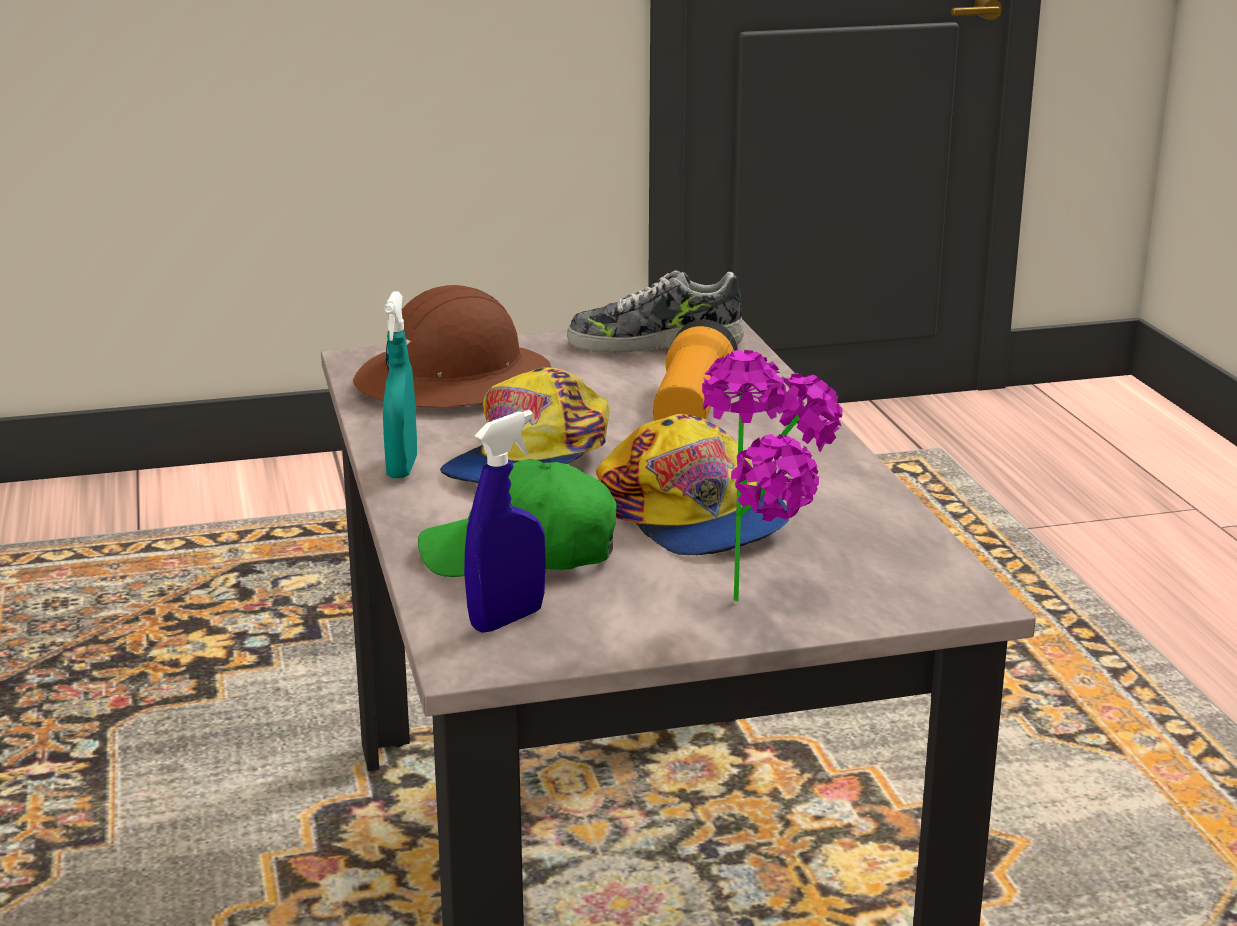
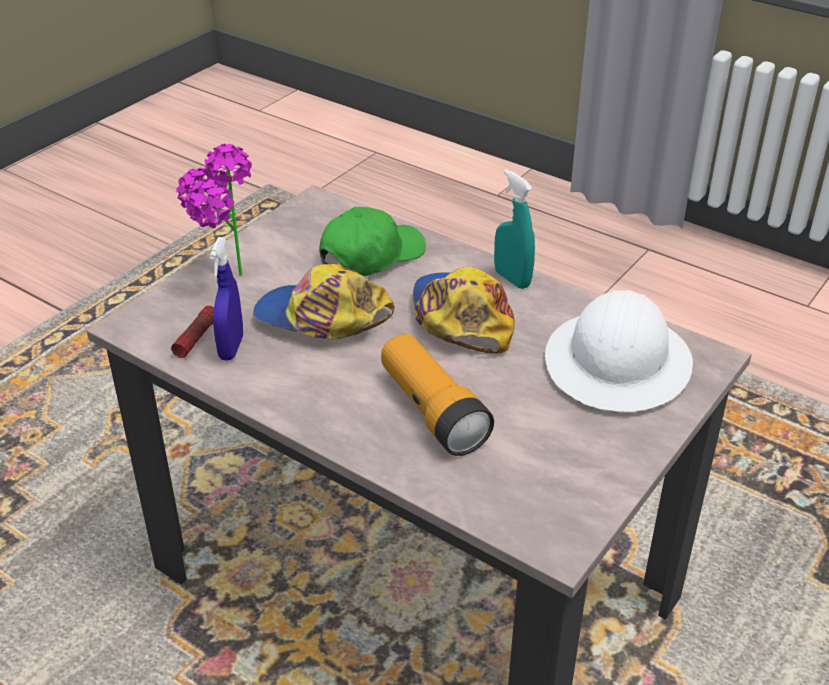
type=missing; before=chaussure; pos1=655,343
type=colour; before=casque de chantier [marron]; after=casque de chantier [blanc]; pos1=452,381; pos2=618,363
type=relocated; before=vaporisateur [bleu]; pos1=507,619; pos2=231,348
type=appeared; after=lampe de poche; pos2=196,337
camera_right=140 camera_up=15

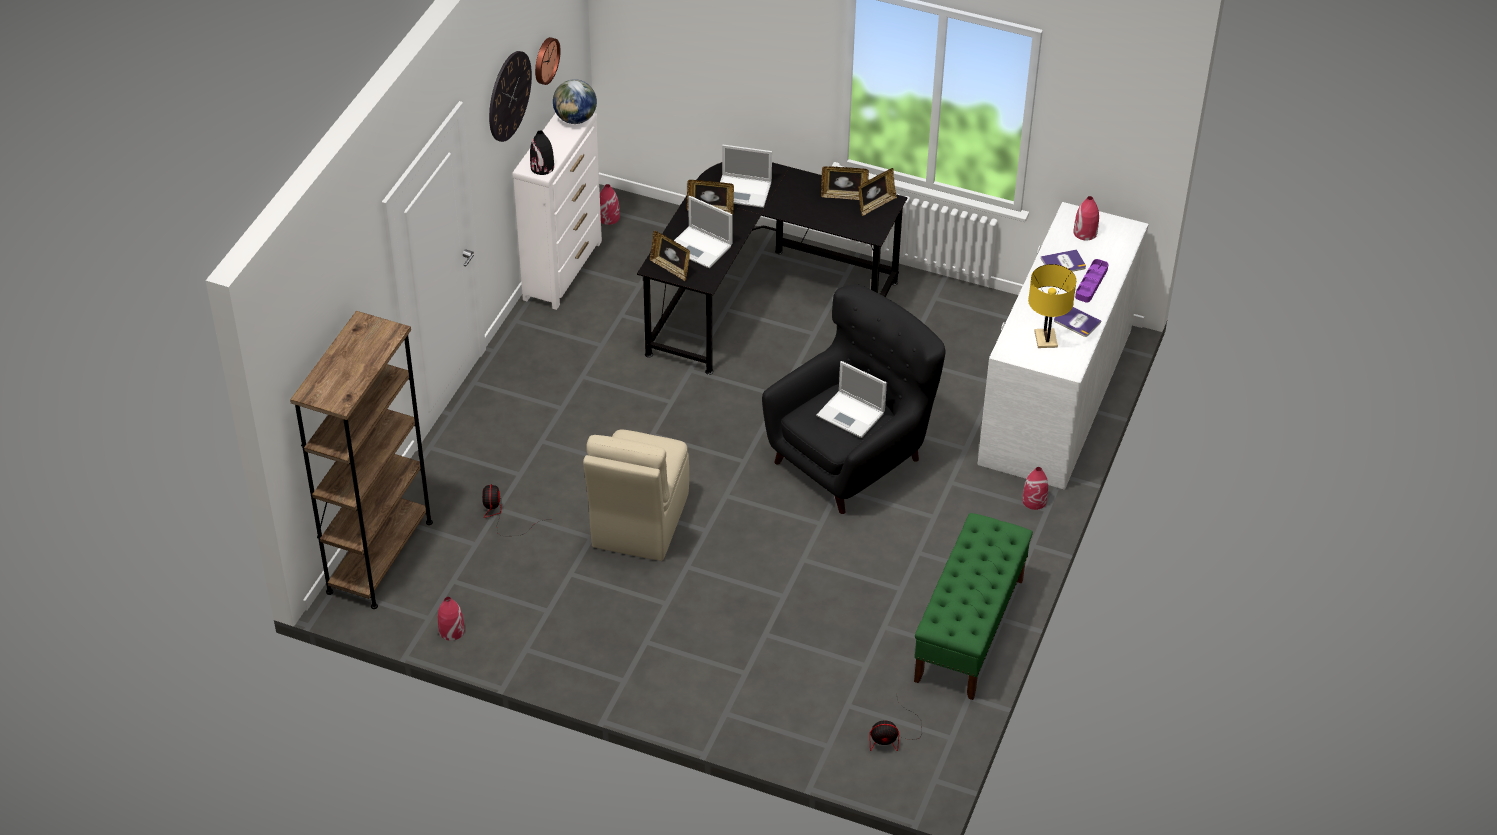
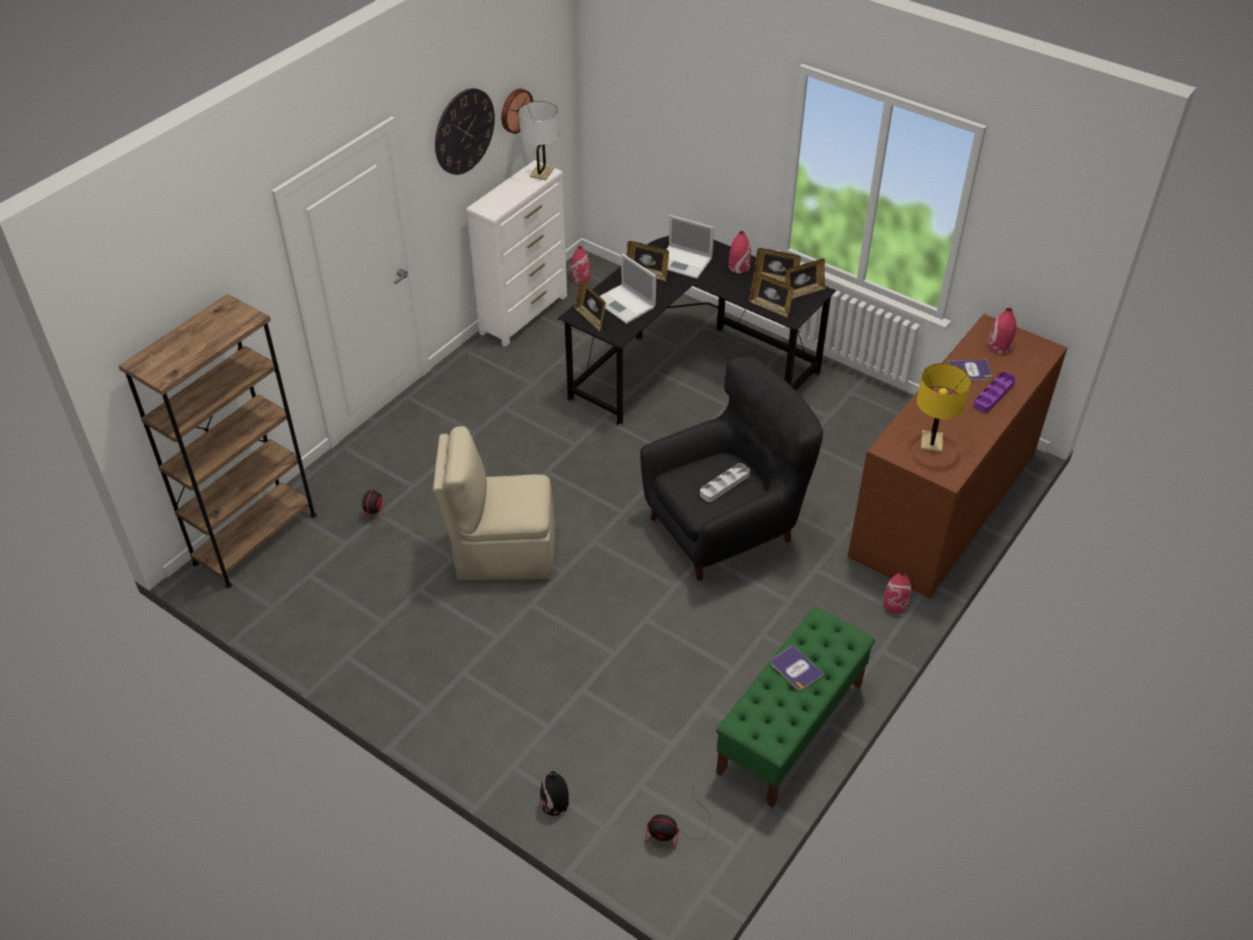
type=exchanged; before=globe; after=lampe de table [blanc]; pos1=575,119; pos2=542,173
type=relocated; before=vase [noir]; pos1=542,168; pos2=555,803
type=colour; before=commode [blanc]; after=commode [marron]; pos1=1055,396; pos2=944,503
type=relocated; before=livre; pos1=1076,321; pos2=795,669
type=exchanged; before=ordinateur portable; after=plateau [gris]; pos1=851,415; pos2=724,485
type=spun; before=chaise [beige]; pos1=639,522; pos2=502,552; turn=60
type=relocated; before=vase [rouge]; pos1=451,631; pos2=738,267
type=appeared; after=cadre photo; pos2=770,307
camera_right=15 camera_up=0

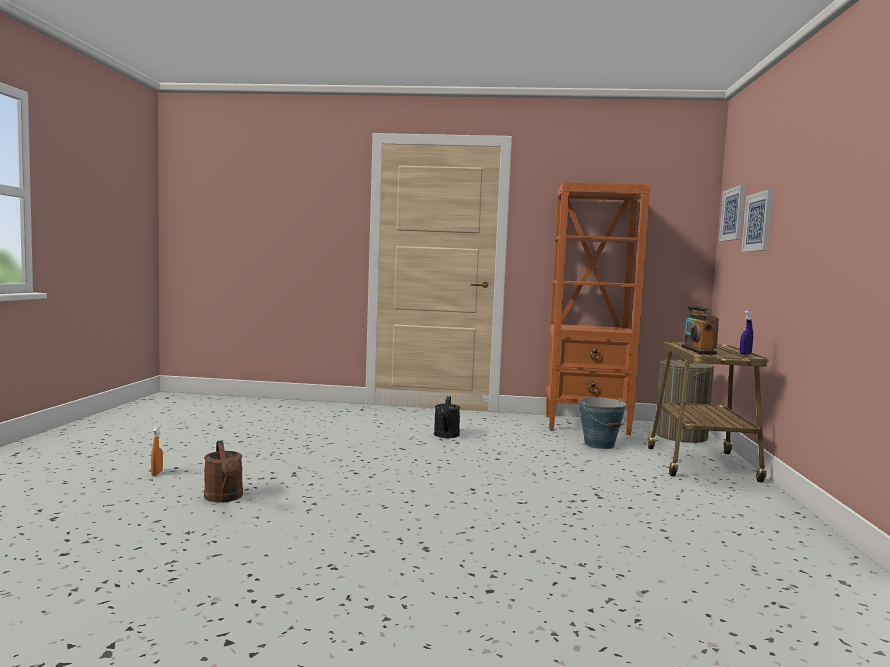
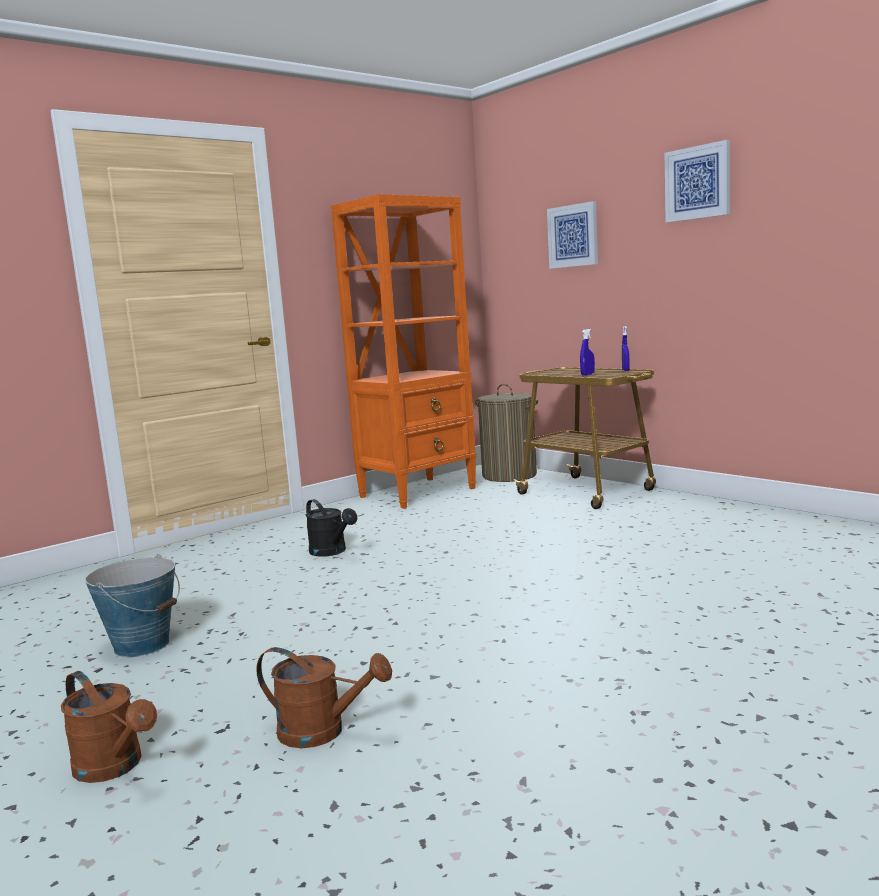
type=relocated; before=tableau; pos1=733,214; pos2=697,183
type=exchanged; before=radio; after=vaporisateur [bleu]; pos1=698,350; pos2=587,374
type=relocated; before=seau; pos1=599,445; pos2=142,645
type=exchanged; before=vaporisateur [orange]; after=arrosoir [marron]; pos1=157,473; pos2=115,767
camera_right=-45 camera_up=5

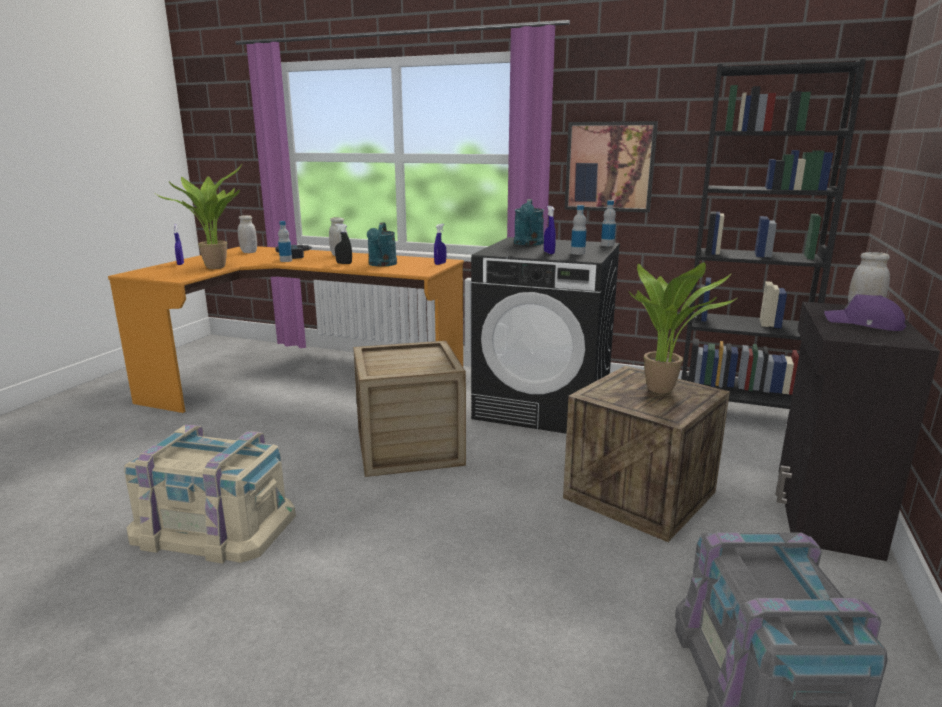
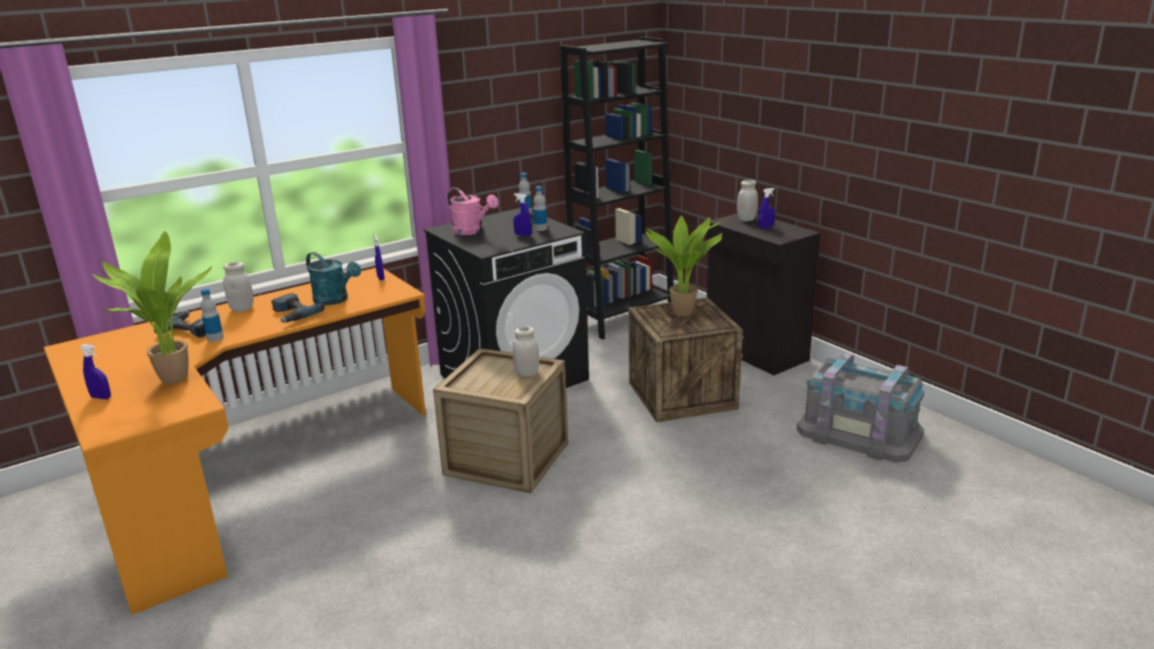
type=missing; before=tableau; pos1=609,167
type=colour; before=arrosoir [turquoise]; after=arrosoir [rose]; pos1=528,244; pos2=472,231
type=relocated; before=bocal [blanc]; pos1=249,252; pos2=527,373
type=exchanged; before=vaporisateur [noir]; after=perceuse; pos1=344,263; pos2=292,314
type=exchanged; before=casquette [violet]; after=vaporisateur [bleu]; pos1=864,324; pos2=766,227
type=missing; before=boîte de rangement [beige]; pos1=215,525
camera_right=-55 camera_up=5

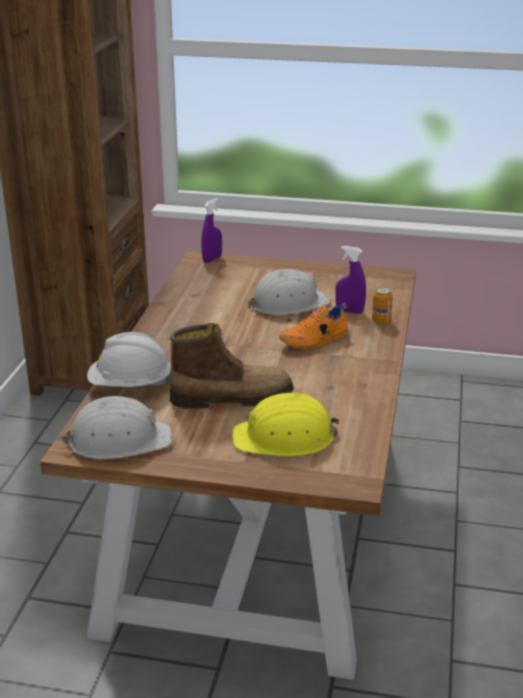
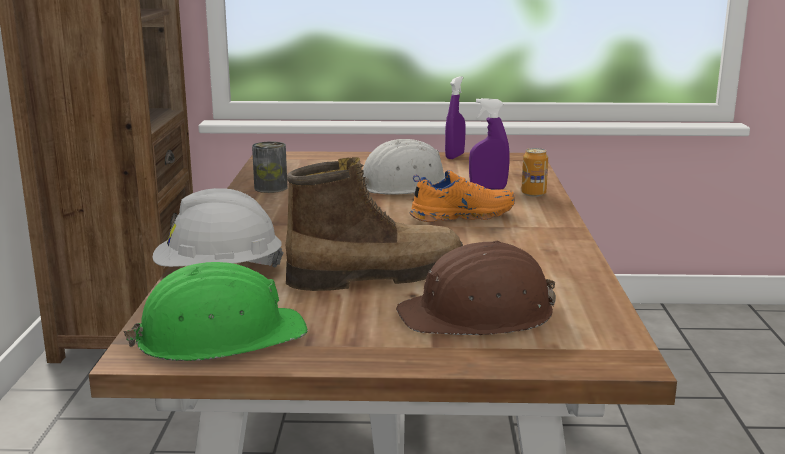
type=relocated; before=vaporisateur [violet]; pos1=212,259; pos2=454,156
type=spun; before=chaussure [orange]; pos1=315,341; pos2=461,216; turn=-150
type=colour; before=casque de chantier [jaune]; after=casque de chantier [marron]; pos1=284,438; pos2=479,314
type=colour; before=casque de chantier [blanc]; after=casque de chantier [vert]; pos1=119,440; pos2=220,336
type=appeared; after=boîte métallique; pos2=270,188
camera_right=-10 camera_up=-10

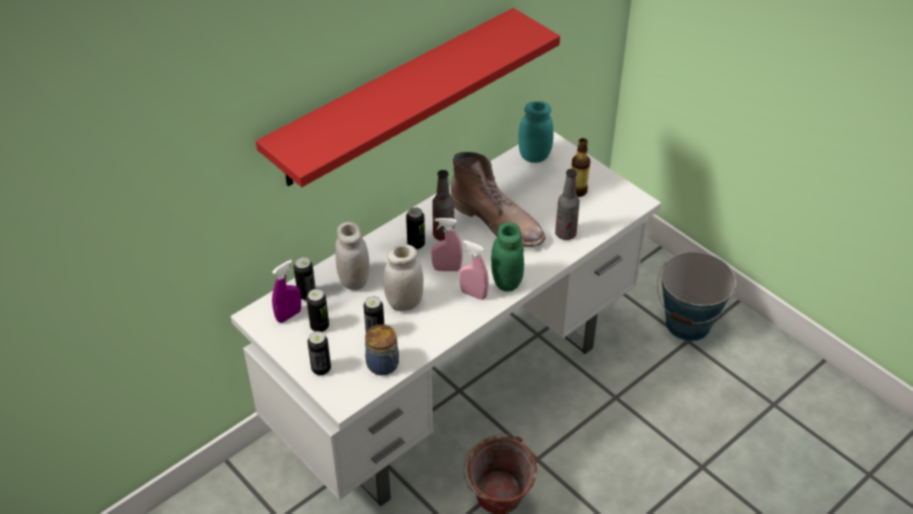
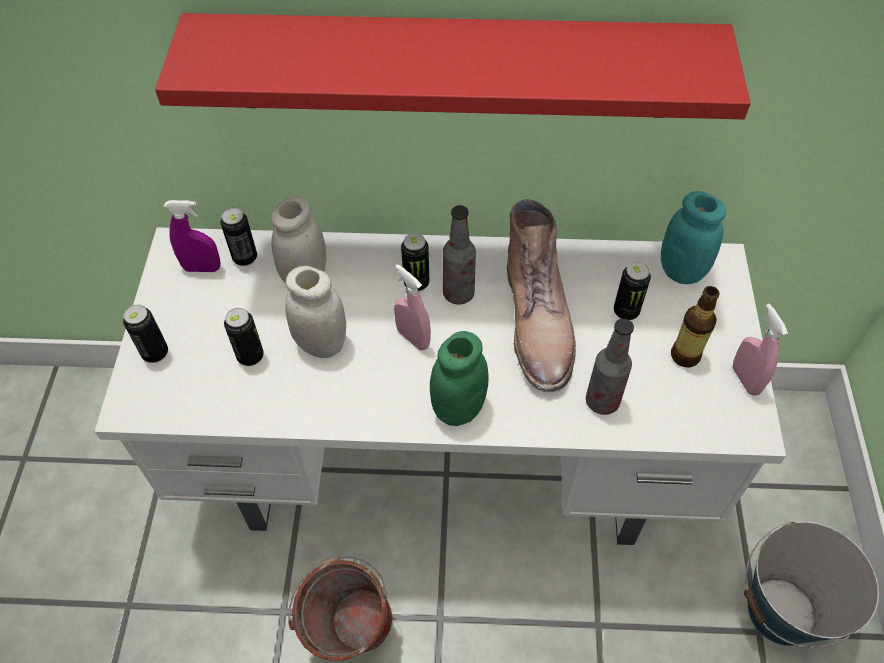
type=relocated; before=vaporisateur [rose]; pos1=473,294; pos2=745,380
type=relocated; before=boîte métallique; pos1=319,326; pos2=626,311
type=missing; before=bocal; pos1=384,365
camera_right=45 camera_up=10

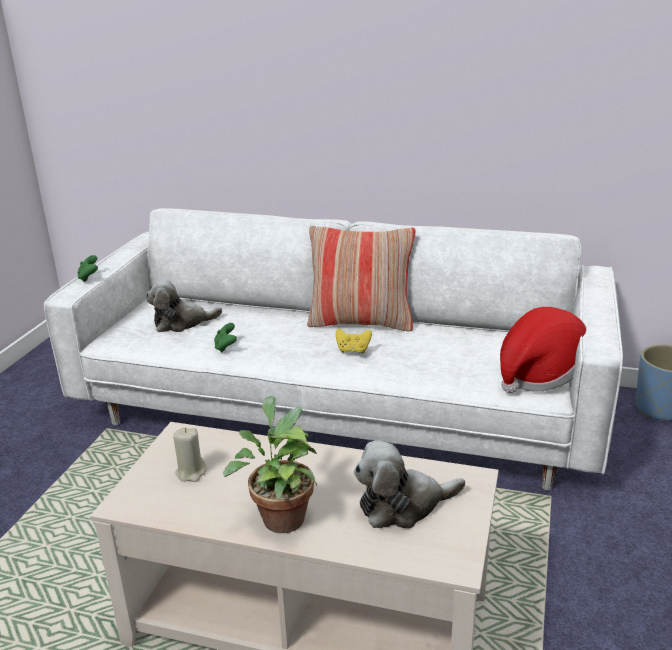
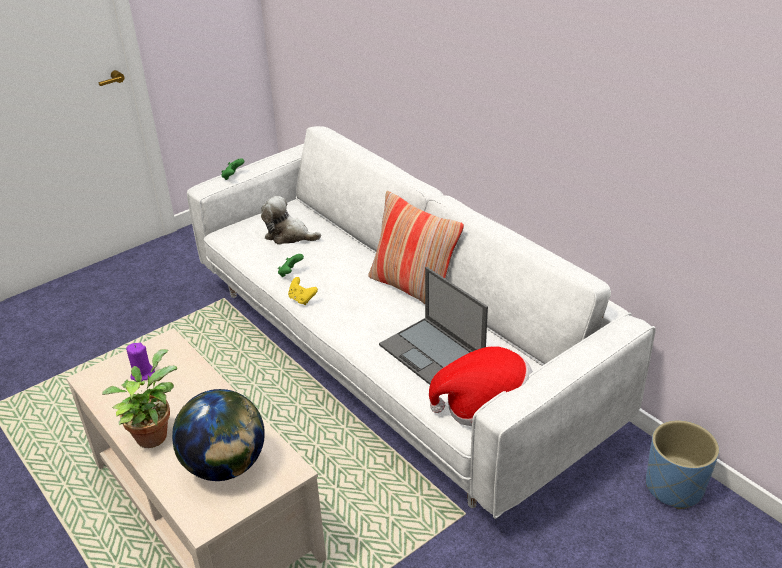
type=relocated; before=manette [jaune]; pos1=353,350; pos2=302,299
type=colour; before=bougie [beige]; after=bougie [violet]; pos1=191,472; pos2=142,374
type=exchanged; before=peluche; after=globe; pos1=403,505; pos2=225,466
type=appeared; after=ordinateur portable; pos2=433,353
camera_right=35 camera_up=10

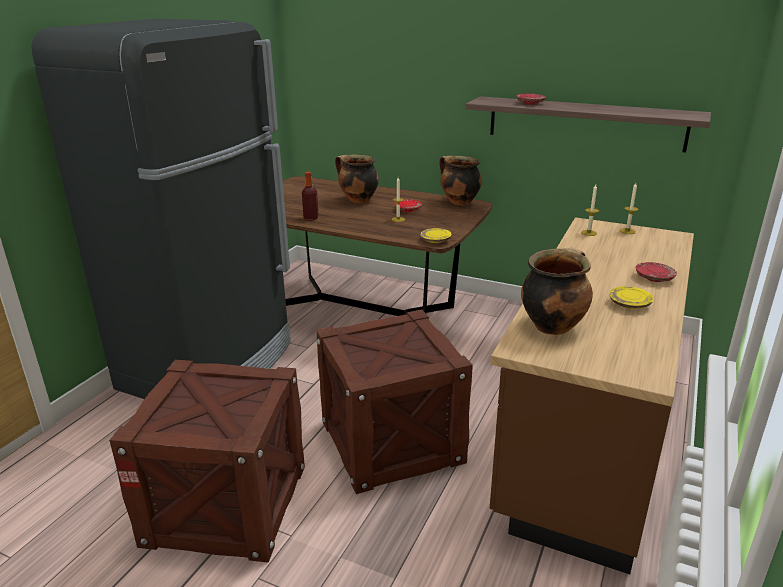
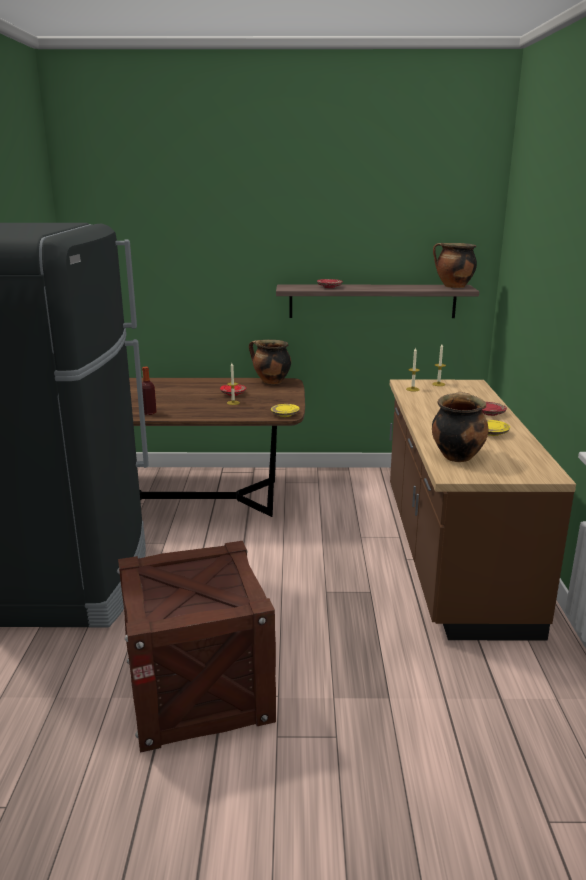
type=relocated; before=marmite; pos1=357,200; pos2=453,287
type=missing; before=caisse; pos1=392,441
camera_right=-25 camera_up=-5

